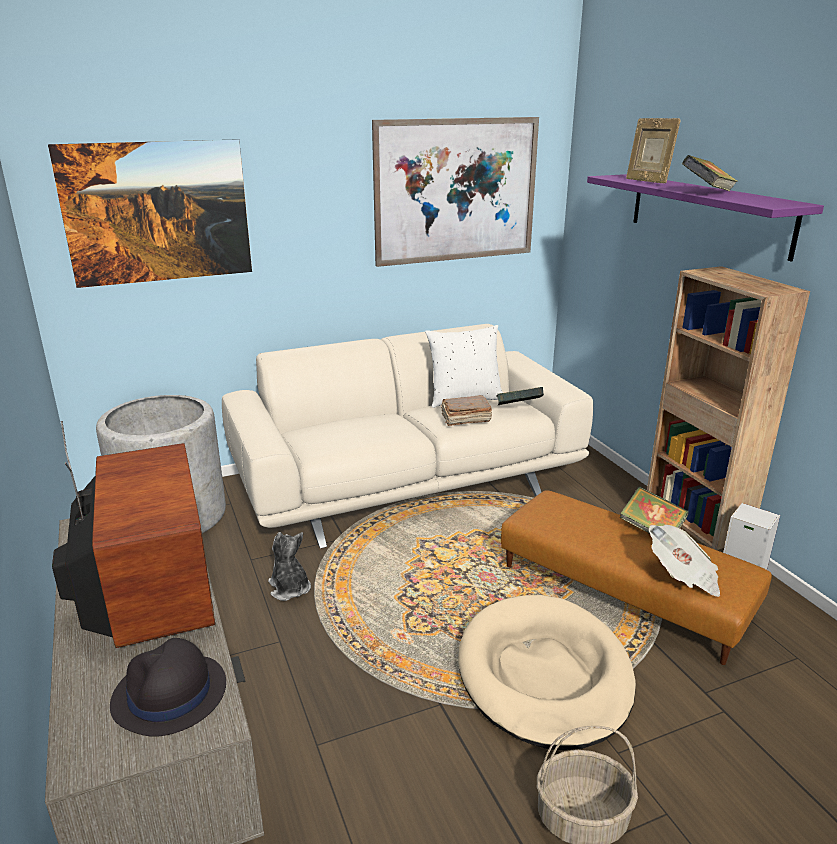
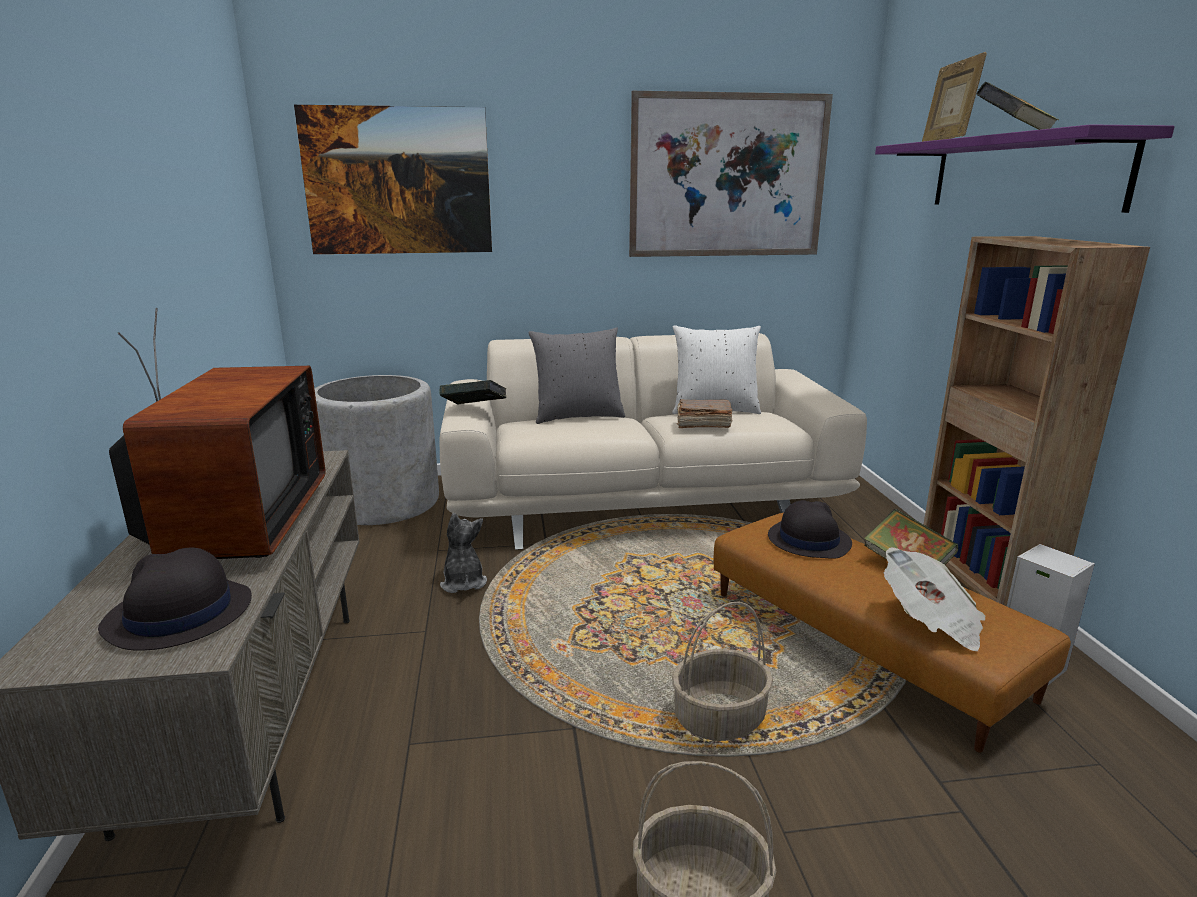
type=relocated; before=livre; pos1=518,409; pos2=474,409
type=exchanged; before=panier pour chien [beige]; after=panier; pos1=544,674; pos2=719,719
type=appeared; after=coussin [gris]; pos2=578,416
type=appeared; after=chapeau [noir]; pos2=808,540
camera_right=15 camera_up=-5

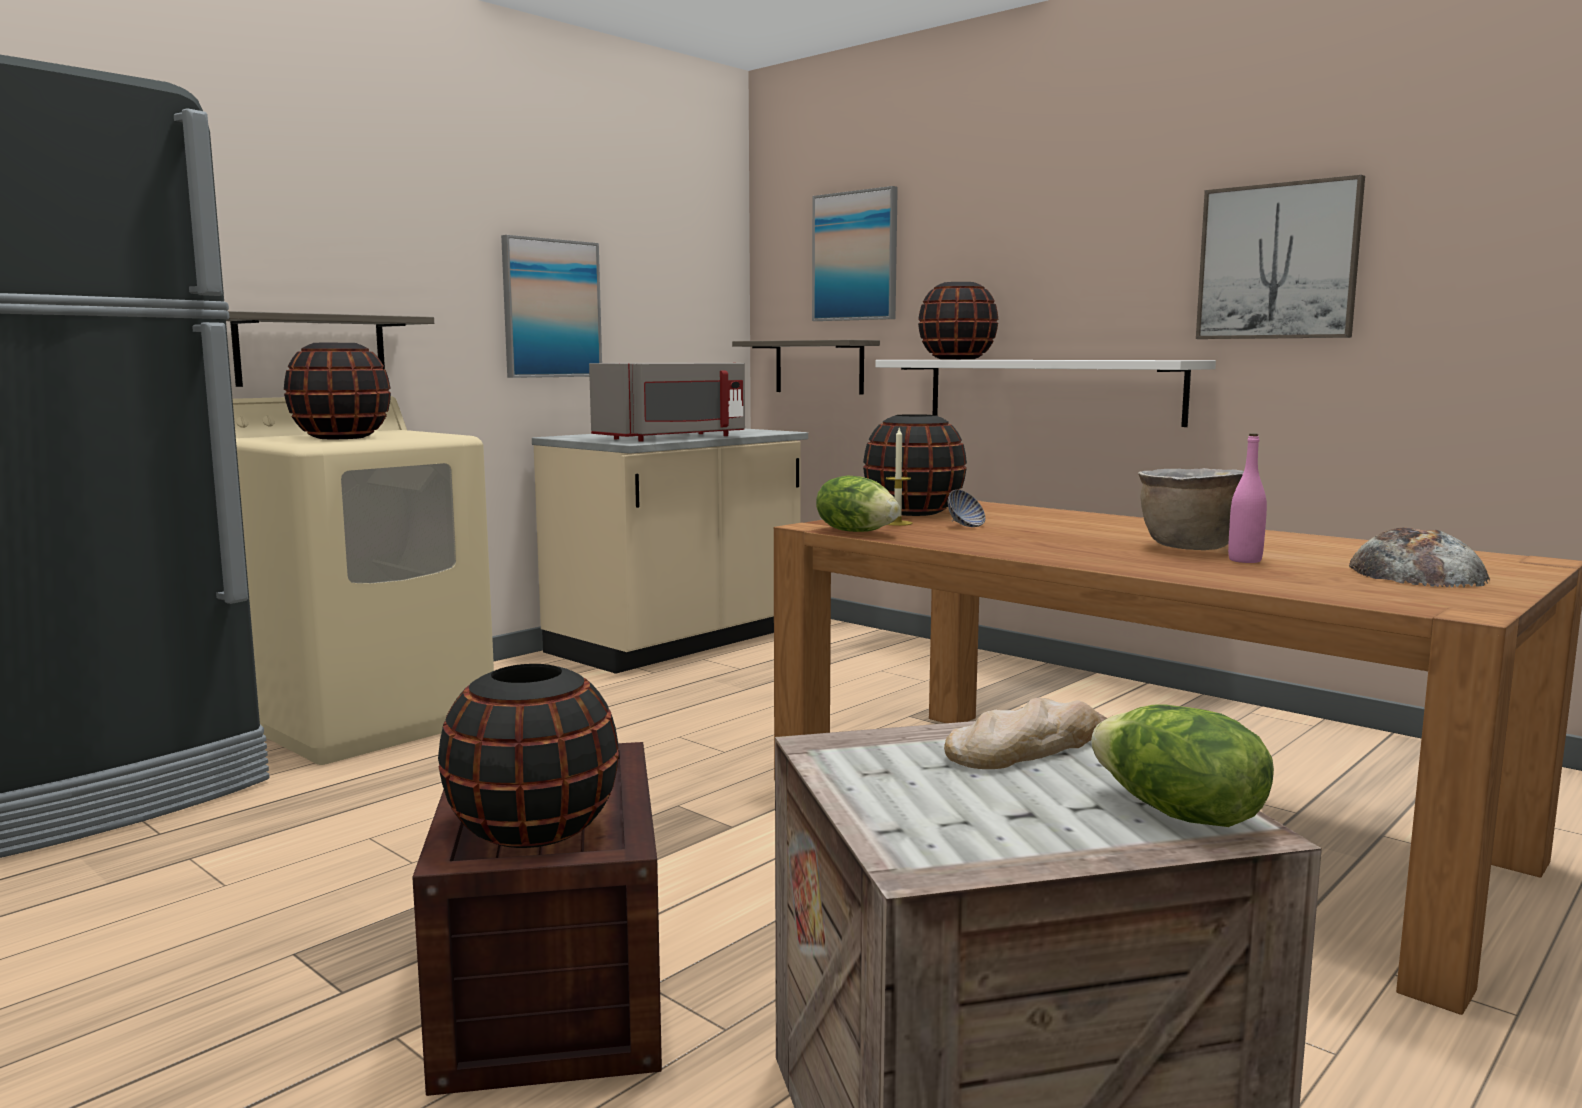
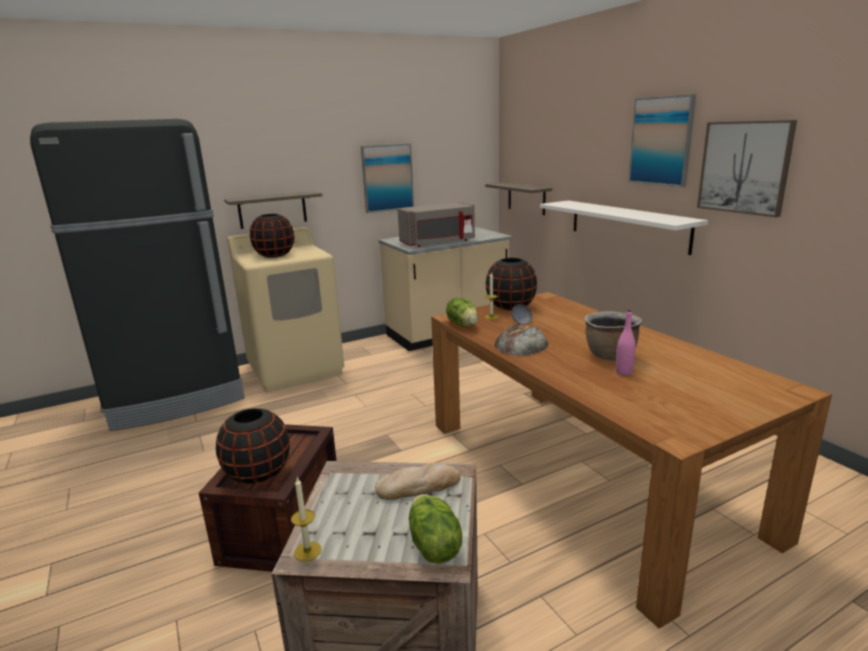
type=relocated; before=tableau; pos1=855,256; pos2=661,141
type=missing; before=vase [noir]; pos1=956,359
type=relocated; before=pain; pos1=1415,572; pos2=521,344
type=appeared; after=bougie; pos2=307,551
camera_right=20 camera_up=10

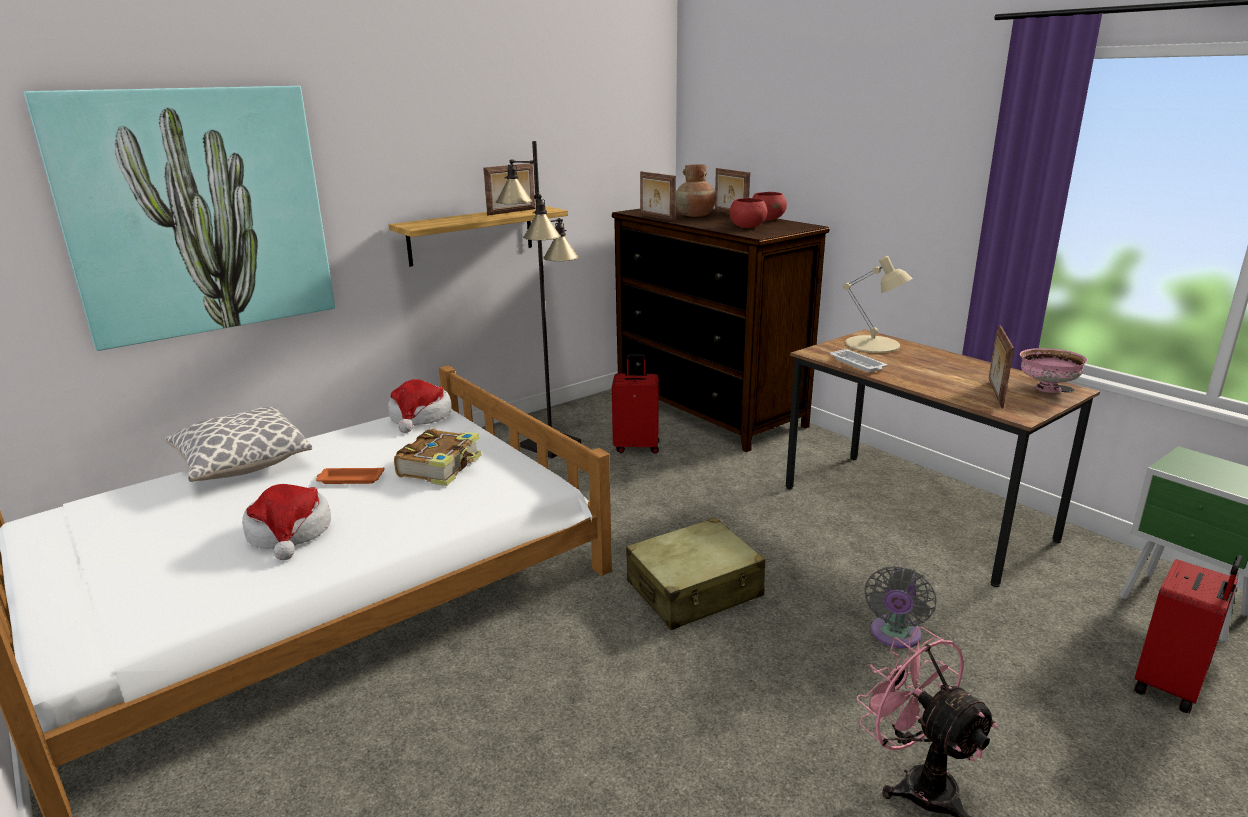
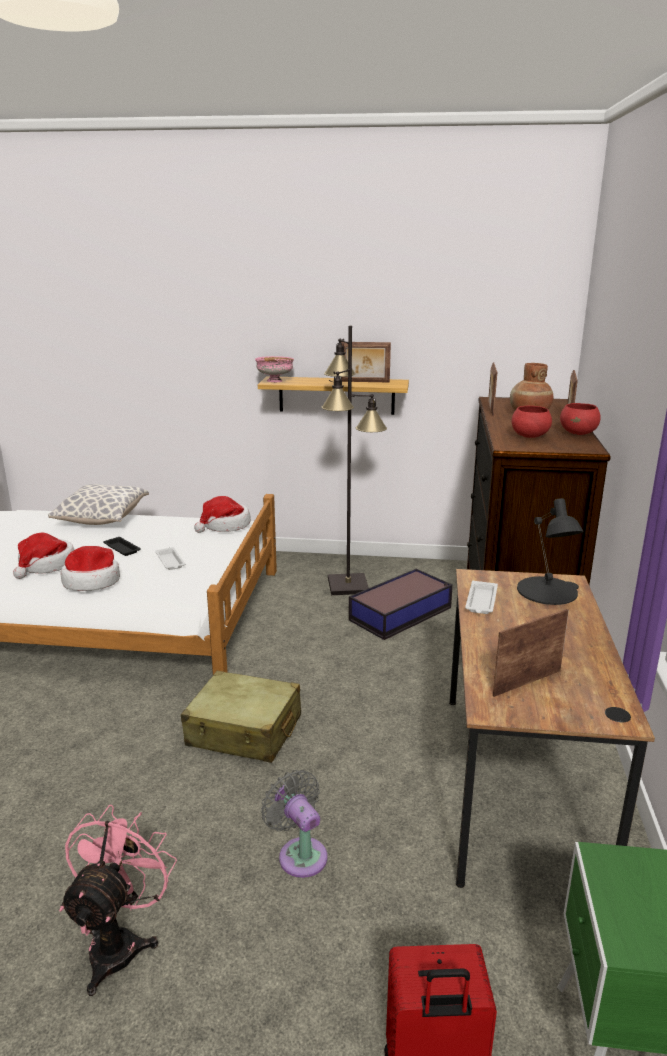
type=missing; before=tableau; pos1=197,213
type=colour; before=lampe de table [beige]; after=lampe de table [noir]; pos1=873,344; pos2=547,591
type=relocated; before=bol [rose]; pos1=1046,389; pos2=274,381
type=exchanged; before=valise [rouge]; after=boîte de rangement; pos1=637,446; pos2=402,613
type=exchanged; before=livre; after=plateau [blanc]; pos1=441,467; pos2=170,562
type=colour; before=plateau [orange]; after=plateau [noir]; pos1=349,479; pos2=121,548
type=spun; before=ventilateur [gris]; pos1=895,636; pos2=300,853; turn=75
type=appeared; after=chapeau; pos2=92,581
camera_right=45 camera_up=0

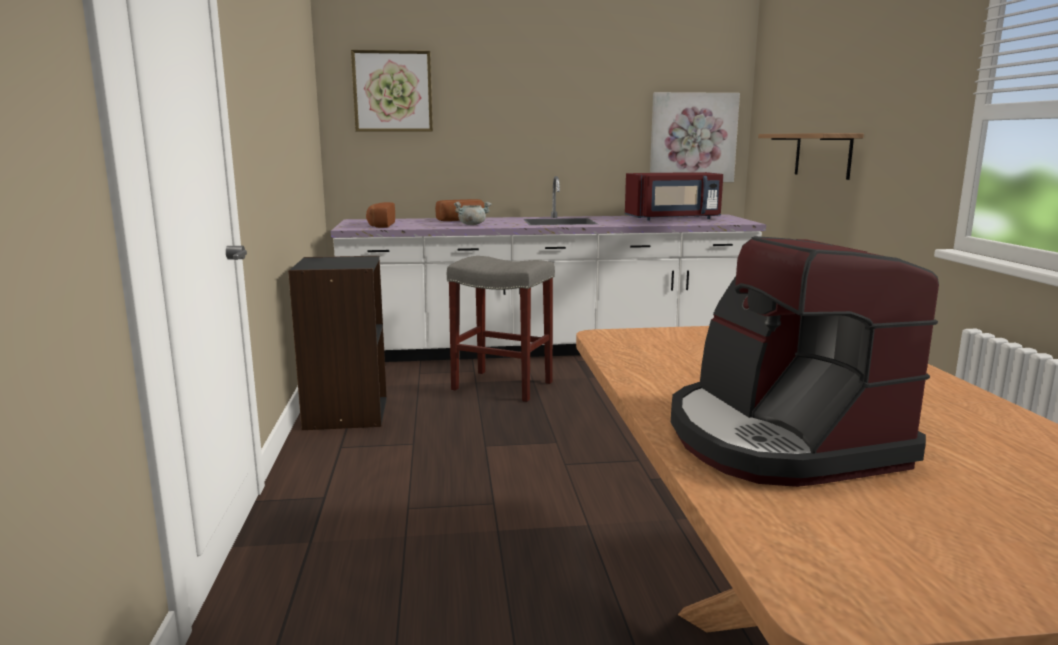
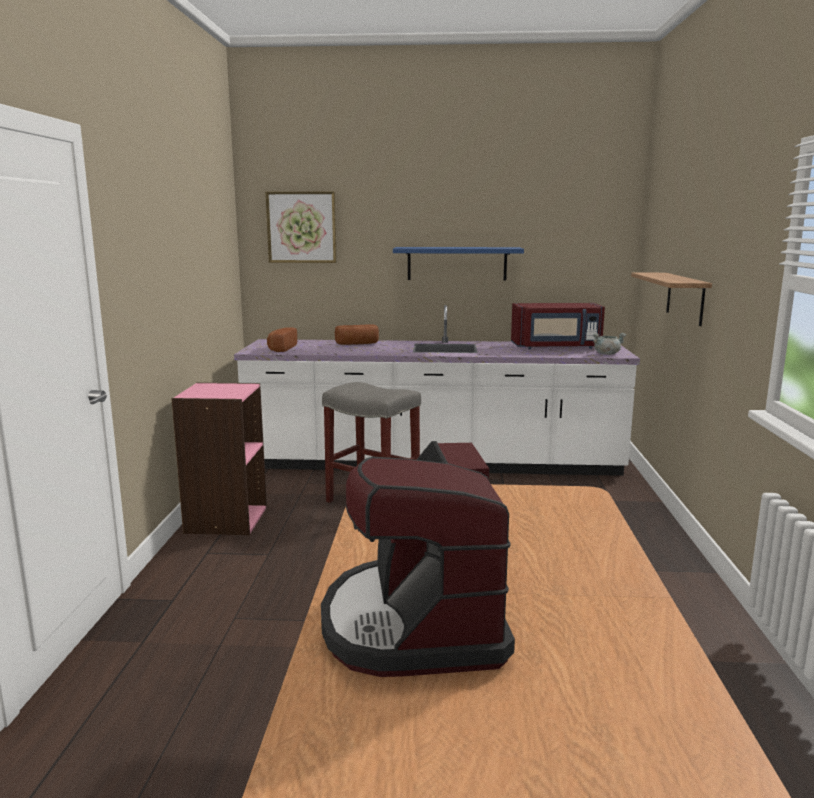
type=missing; before=tableau; pos1=693,138
type=relocated; before=marmite [gris]; pos1=472,224; pos2=607,354
type=colour; before=bibliothèque [noir]; after=bibliothèque [rose]; pos1=345,413; pos2=225,519
type=appeared; after=étagère [bleu]; pos2=457,263
camera_right=10 camera_up=0

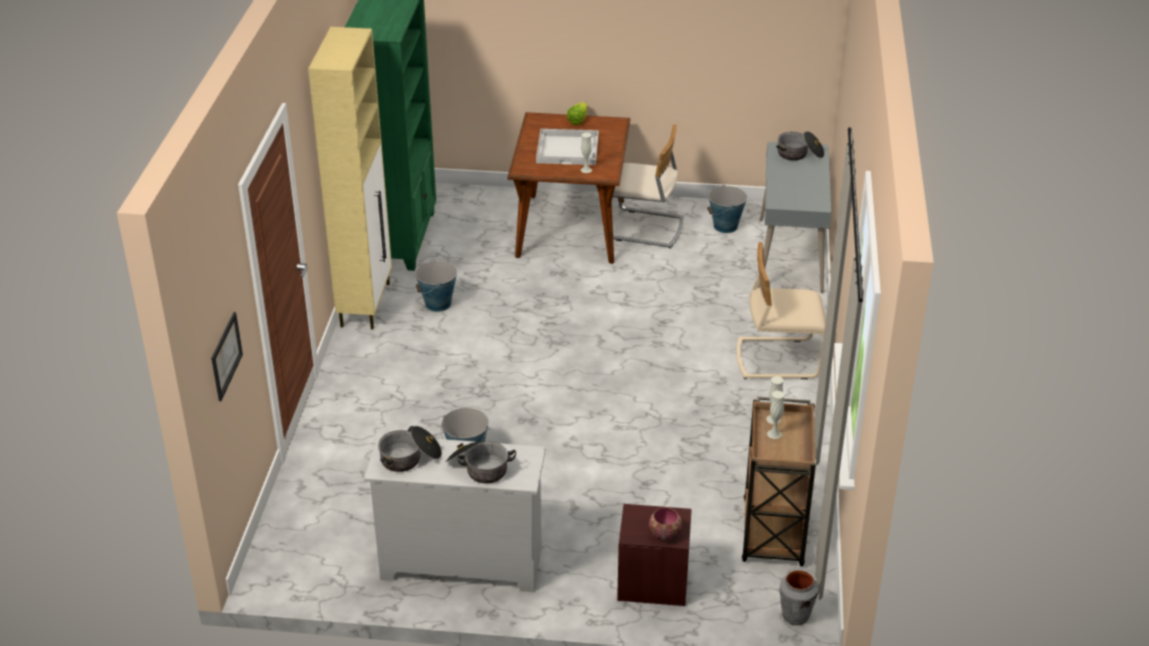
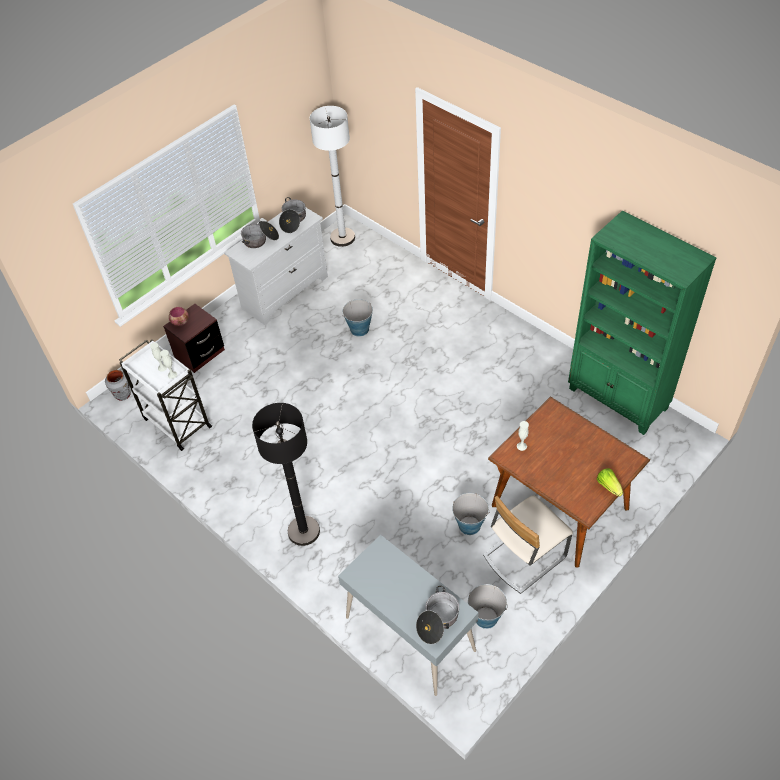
type=missing; before=meuble de rangement [beige]; pos1=366,304
type=missing; before=plateau [blanc]; pos1=568,148
type=exchanged; before=chaise [beige]; after=lampadaire [noir]; pos1=777,358; pos2=304,531
type=relocated; before=seau; pos1=438,304; pos2=469,525
type=missing; before=tableau; pos1=226,356
type=colour; before=chariot [marron]; after=chariot [blanc]; pos1=773,534; pos2=176,422
type=appeared; after=lampadaire [blanc]; pos2=342,238
camera_right=130 camera_up=15

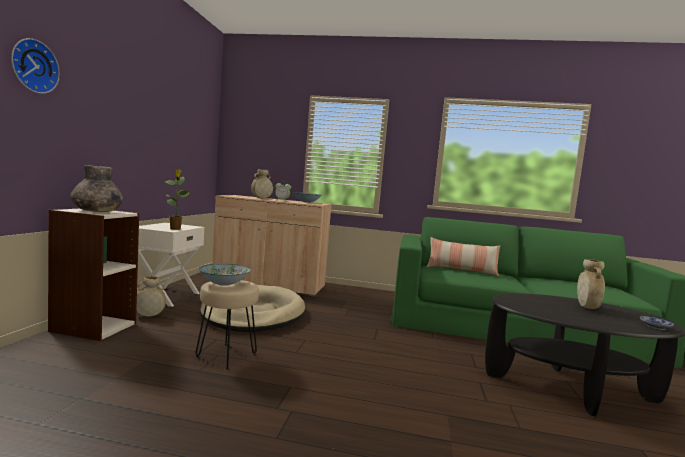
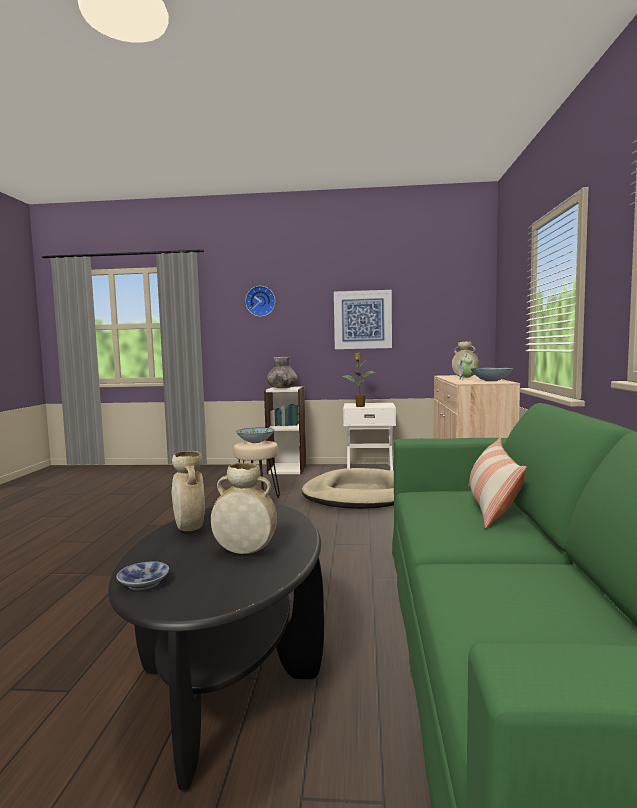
type=relocated; before=vase [beige]; pos1=149,315; pos2=189,529
type=appeared; after=tableau; pos2=362,319
camera_right=85 camera_up=0

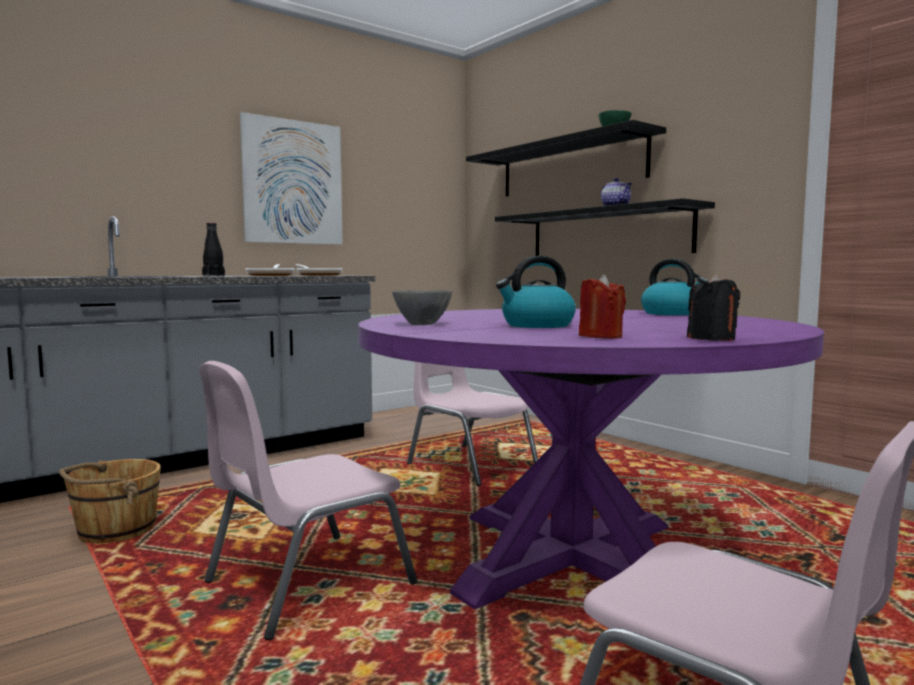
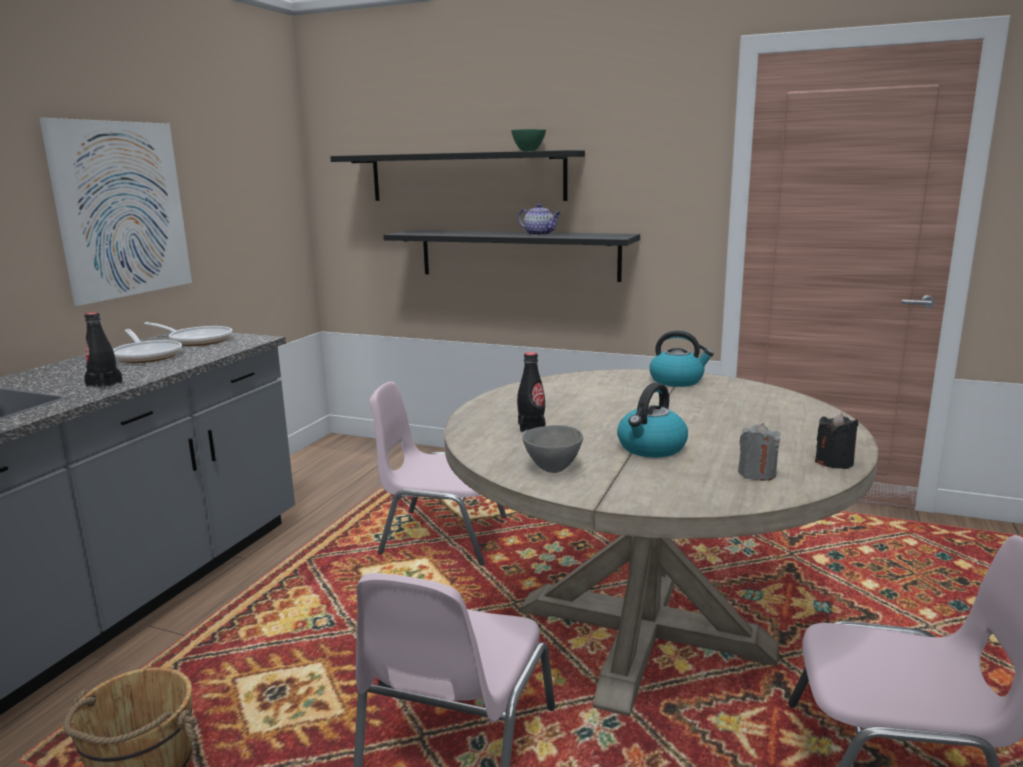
type=colour; before=bougie [rouge]; after=bougie [gris]; pos1=600,336; pos2=757,474
type=colour; before=table à manger [violet]; after=table à manger [beige]; pos1=571,558; pos2=643,628
type=appeared; after=bouteille [noir]; pos2=531,427
camera_right=-30 camera_up=10

